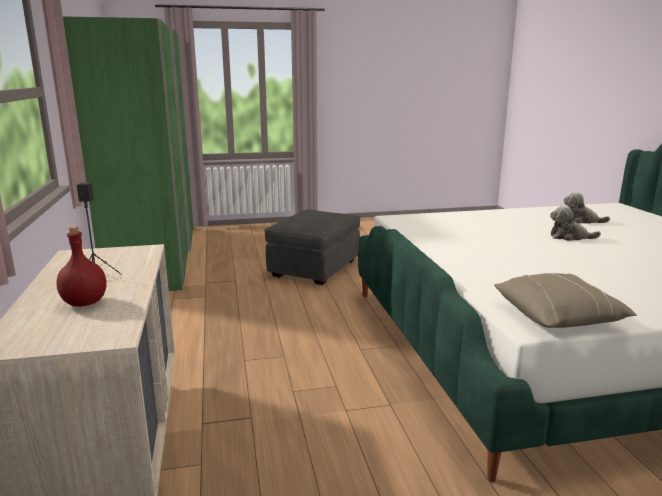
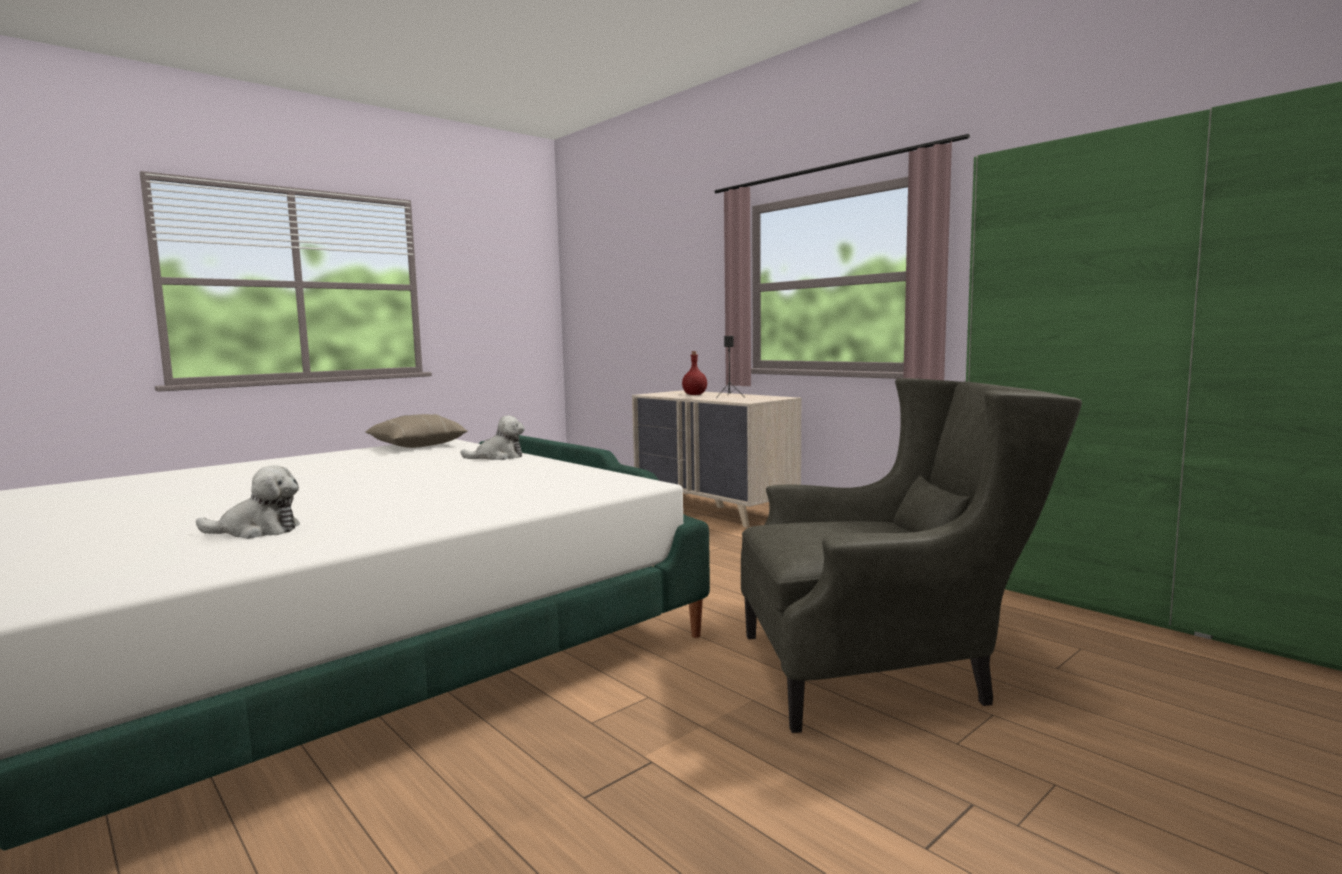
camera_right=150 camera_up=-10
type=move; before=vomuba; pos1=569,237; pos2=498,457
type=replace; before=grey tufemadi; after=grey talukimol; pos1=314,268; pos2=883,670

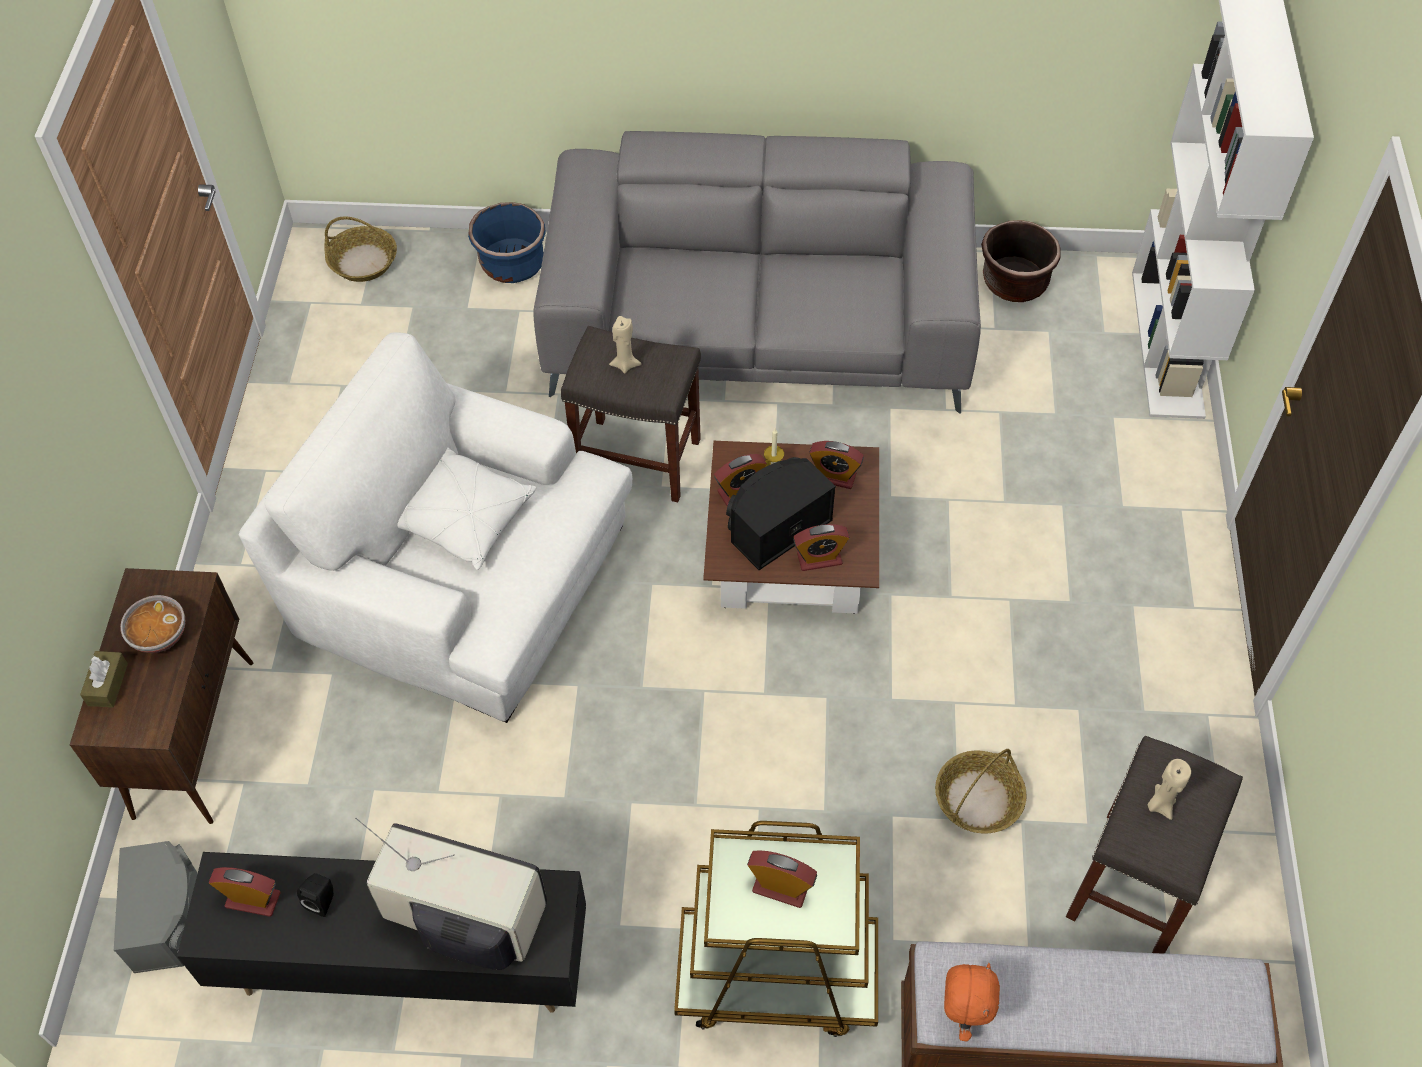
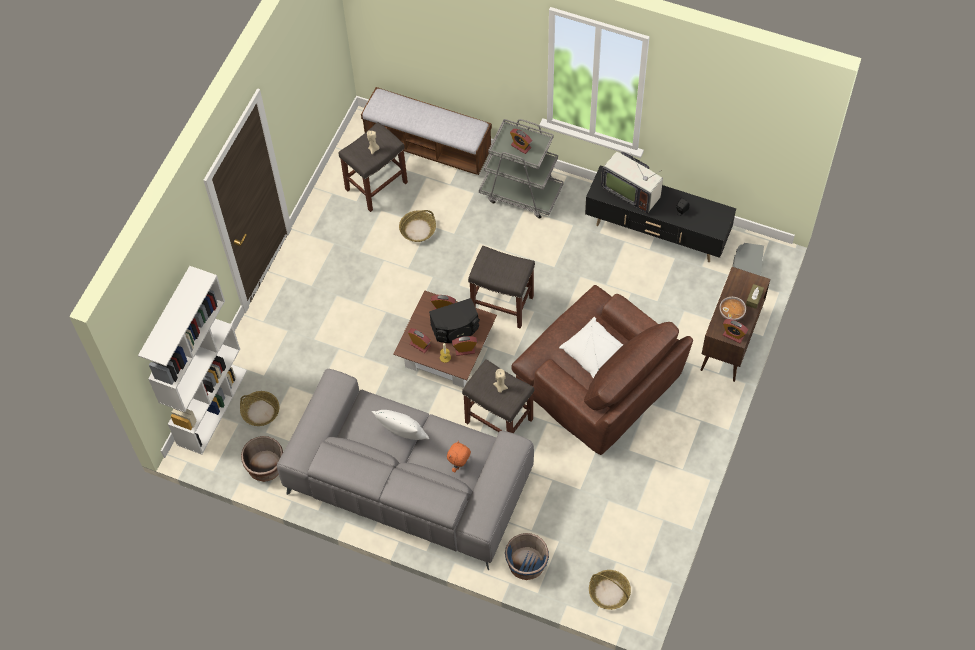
camera_right=-160 camera_up=5
type=recolor; before=white talukimol; after=brown talukimol; pos1=461,579; pos2=599,383
type=recolor; before=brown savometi; after=grey savometi; pos1=775,976; pos2=521,193
type=move; before=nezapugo; pos1=253,900; pos2=733,335
type=move; before=orange vomuba; pos1=962,1015; pos2=459,465
type=insert; after=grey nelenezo; pos2=503,304
type=insert; after=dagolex; pos2=260,412
type=insert; after=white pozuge; pos2=403,434

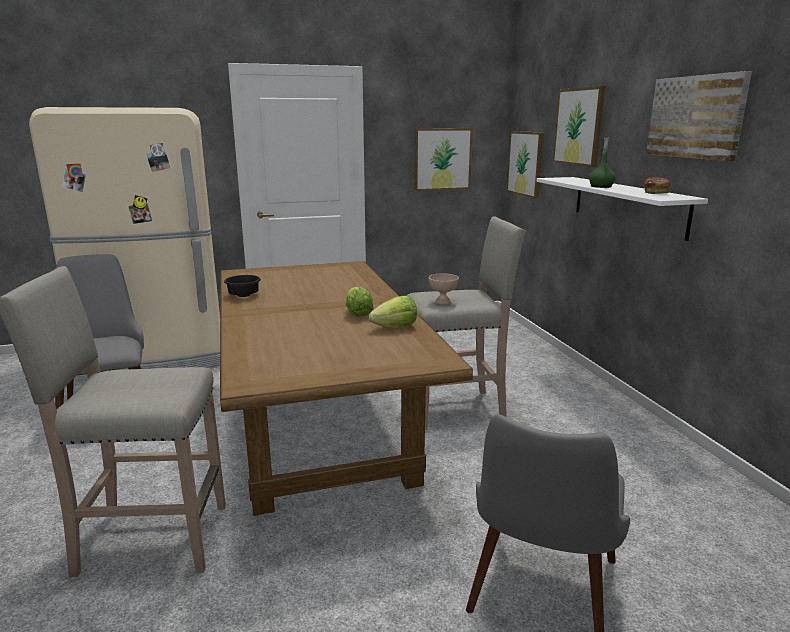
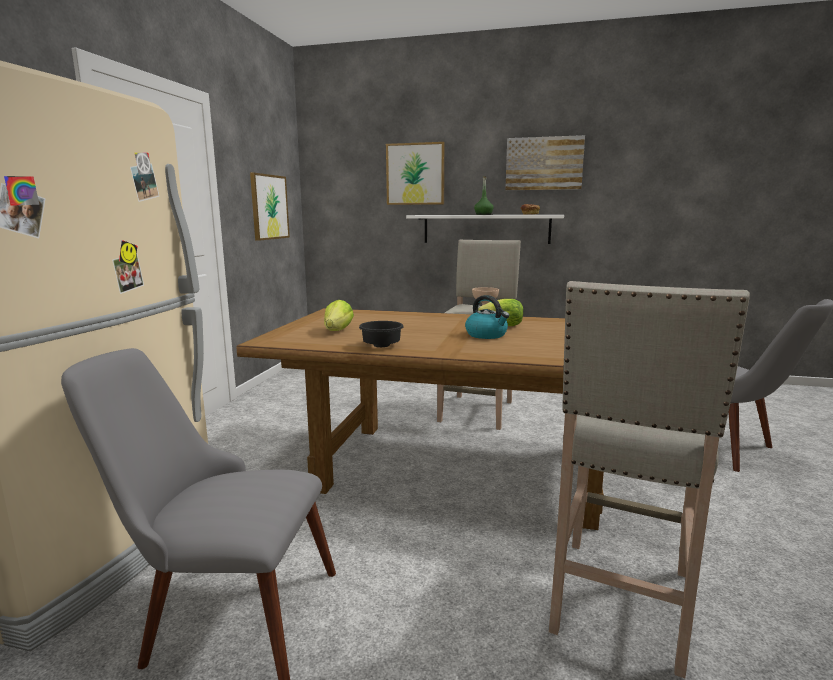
camera_right=-60 camera_up=-5
type=delete; before=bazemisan; pos1=525,163
type=move; before=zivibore; pos1=395,327; pos2=337,331
type=insert; after=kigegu; pos2=487,335

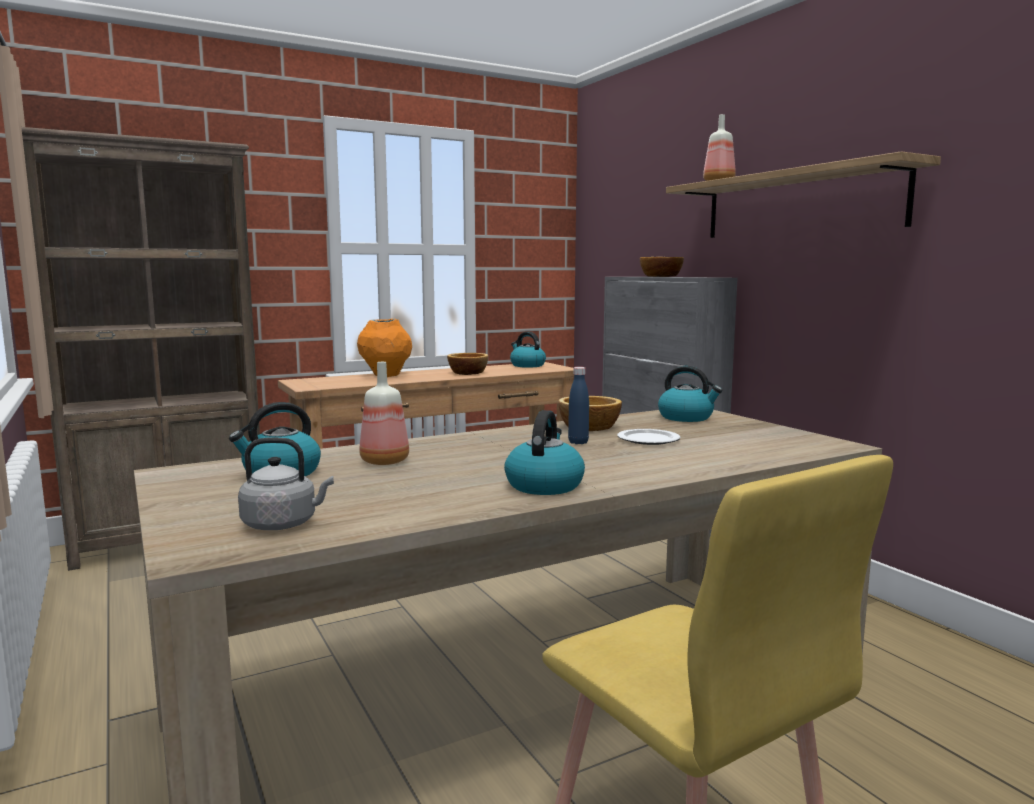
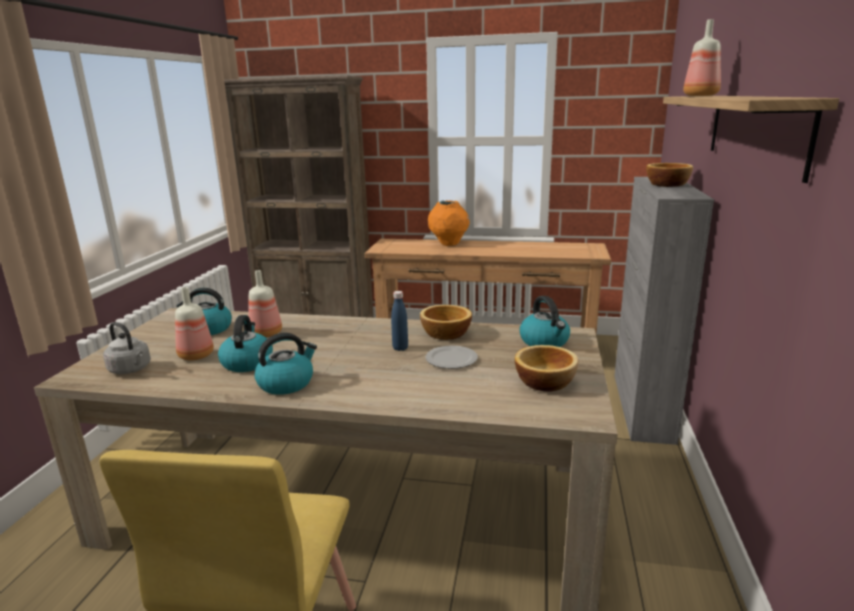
camera_right=40 camera_up=10
type=move; before=kigegu; pos1=527,365; pos2=247,362
type=move; before=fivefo; pos1=467,373; pos2=545,381
type=insert; after=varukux; pos2=195,356

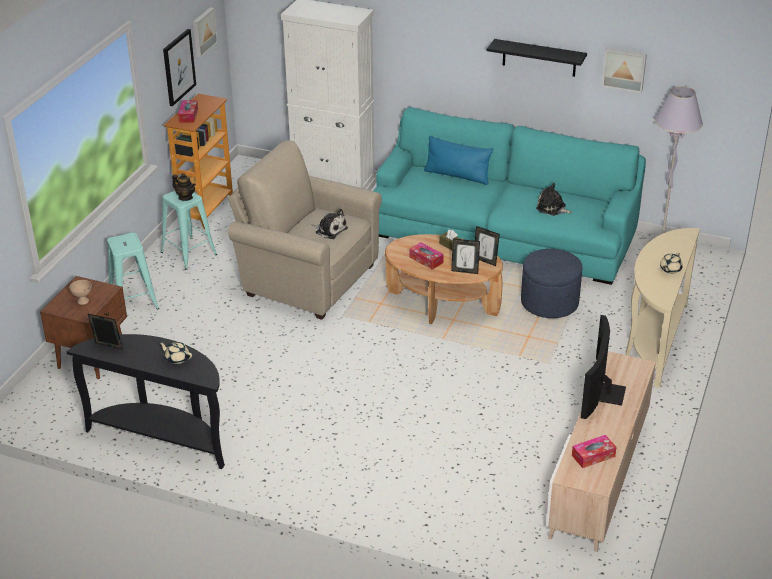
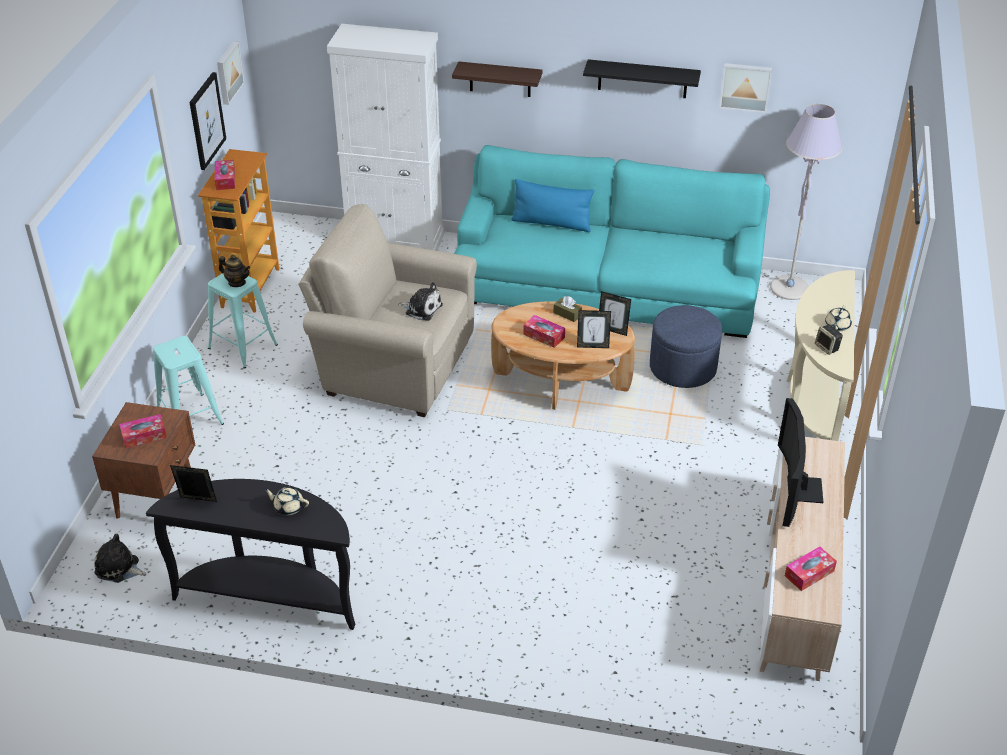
camera_right=-10 camera_up=5
type=move; before=vomuba; pos1=552,208; pos2=119,568
type=replace; before=beige fivefo; after=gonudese; pos1=83,301; pos2=144,436
type=insert; after=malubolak; pos2=500,79
type=insert; after=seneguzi; pos2=827,348

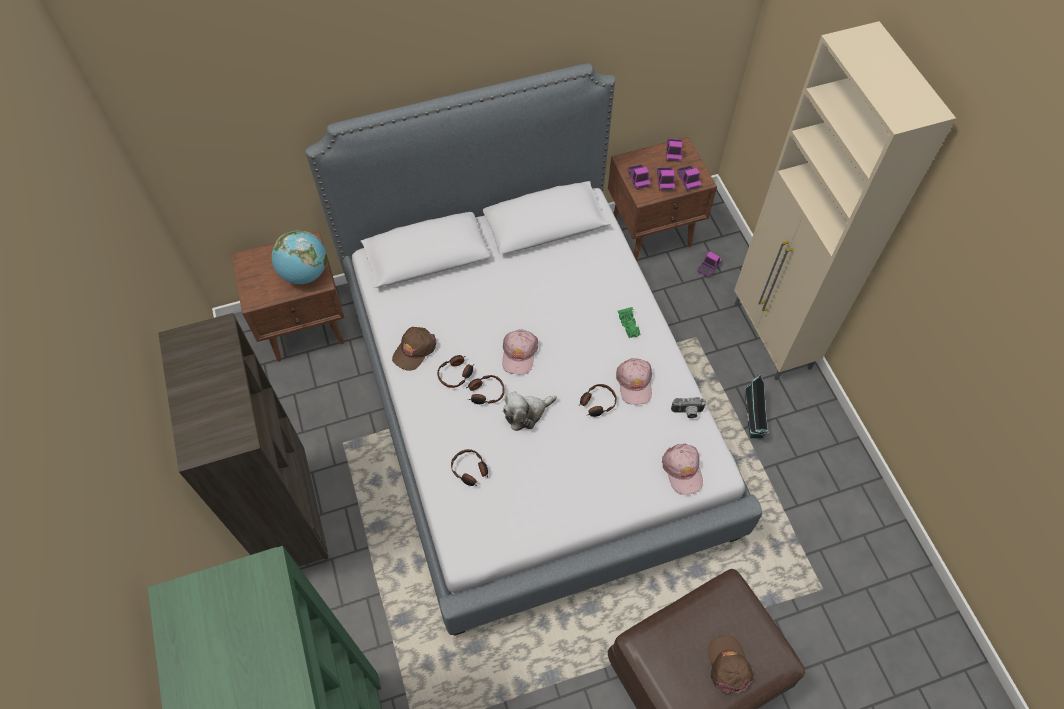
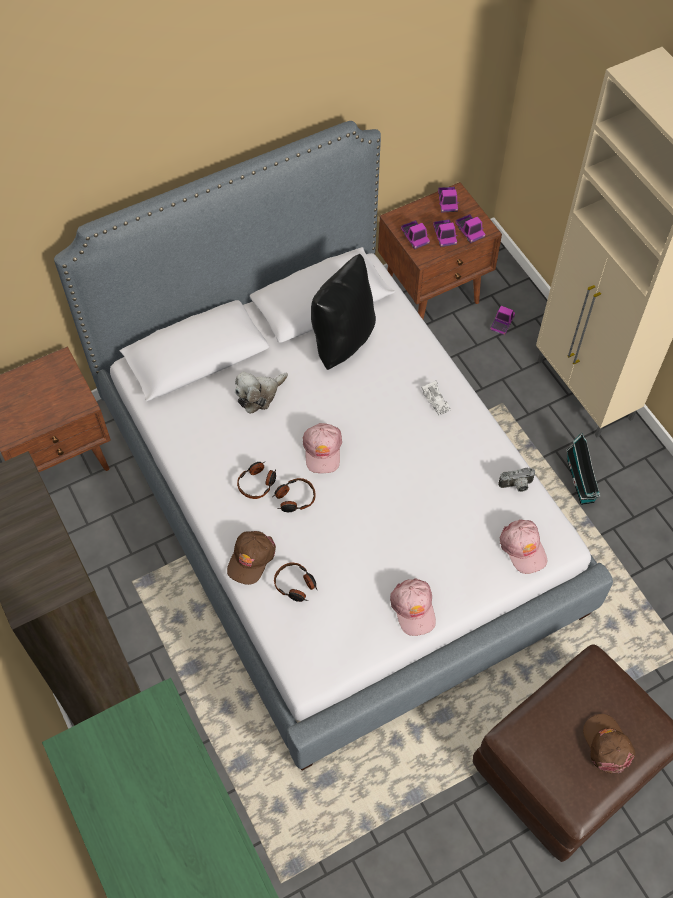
camera_right=-10 camera_up=0
type=delete; before=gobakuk; pos1=305,273
type=recolor; before=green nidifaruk; after=white nidifaruk; pos1=629,325; pos2=436,401
type=move; before=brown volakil; pos1=414,350; pos2=251,559
type=move; before=pink volakil; pos1=634,383; pos2=413,608
type=delete; before=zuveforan; pos1=597,403
type=move; before=vomuba; pos1=526,413; pos2=259,395
type=insert; after=black pozuge; pos2=342,339

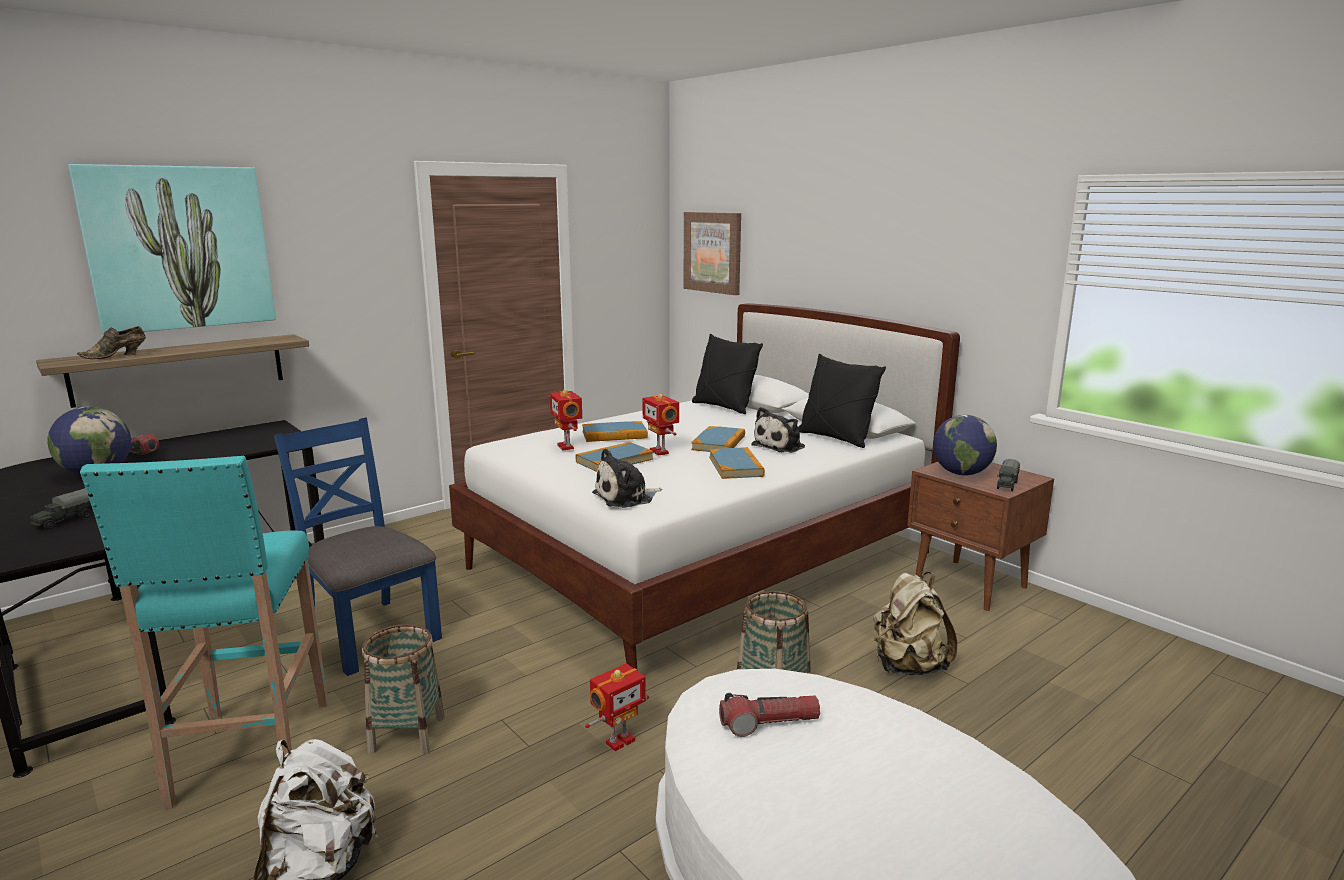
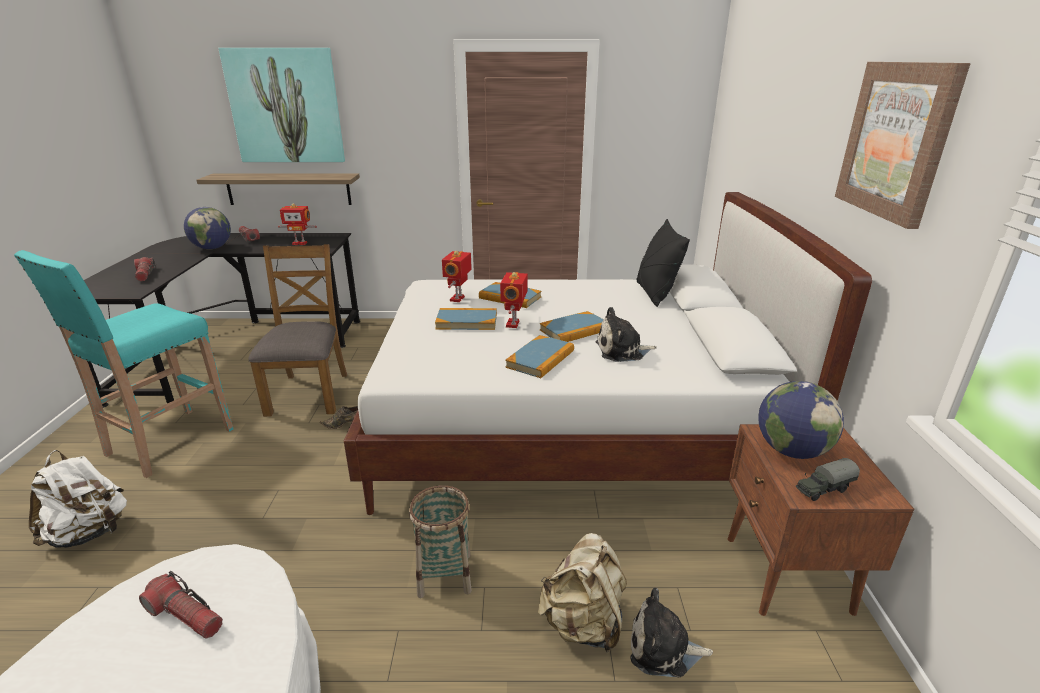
camera_right=40 camera_up=10
type=move; before=bazemisan; pos1=713,252; pos2=896,140
type=move; before=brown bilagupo; pos1=117,356; pos2=345,425
type=delete; before=black pozuge; pos1=835,438
type=recolor; before=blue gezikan; after=brown gezikan; pos1=370,634; pos2=309,393
type=move; before=vomuba; pos1=626,497; pos2=663,648
type=replace; before=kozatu; after=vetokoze; pos1=67,520; pos2=145,275
type=delete; before=dagolex; pos1=407,734
type=move; before=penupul; pos1=619,741; pos2=300,243

